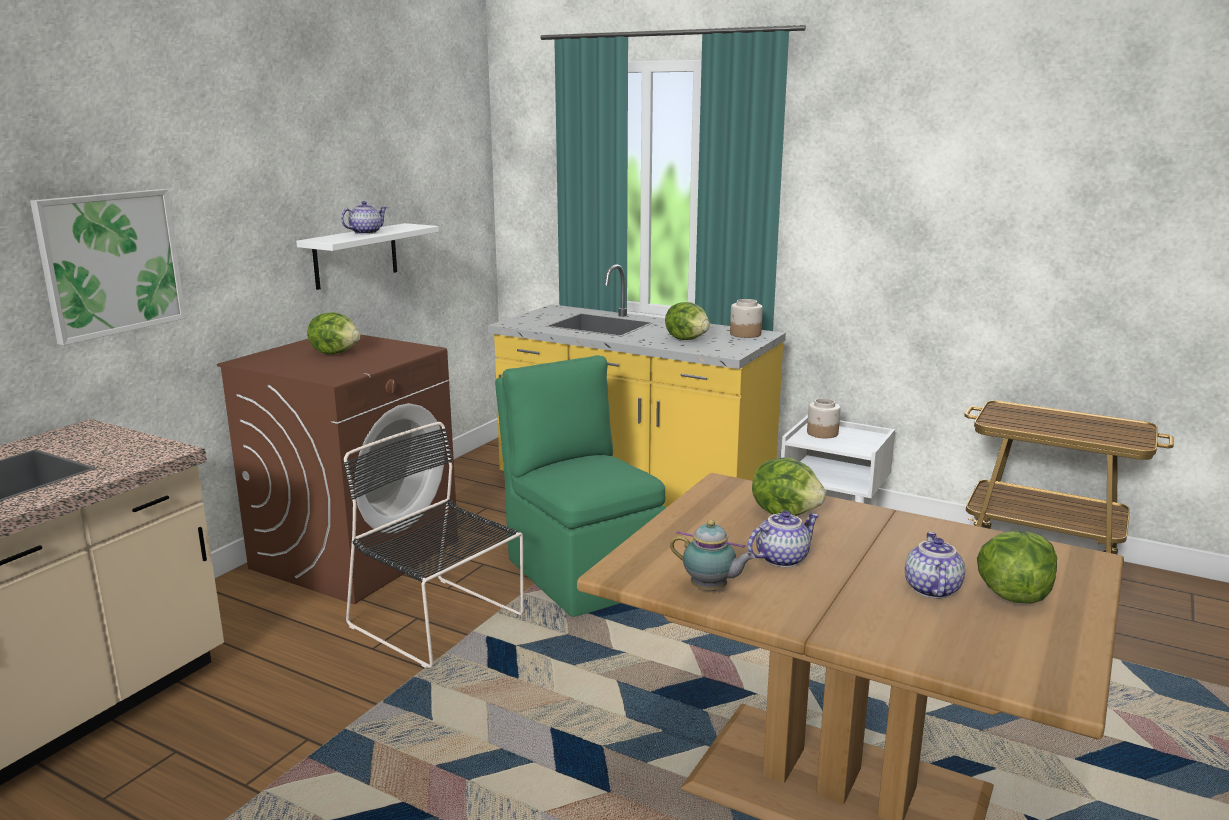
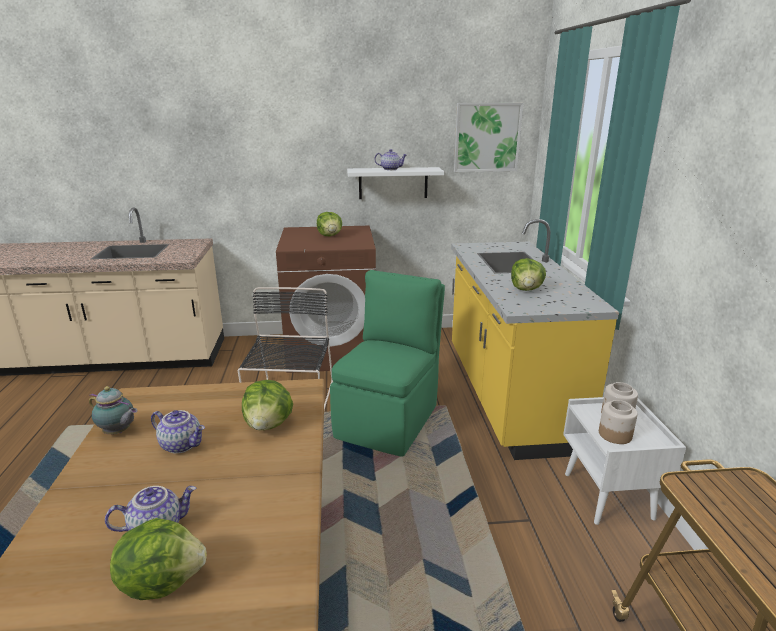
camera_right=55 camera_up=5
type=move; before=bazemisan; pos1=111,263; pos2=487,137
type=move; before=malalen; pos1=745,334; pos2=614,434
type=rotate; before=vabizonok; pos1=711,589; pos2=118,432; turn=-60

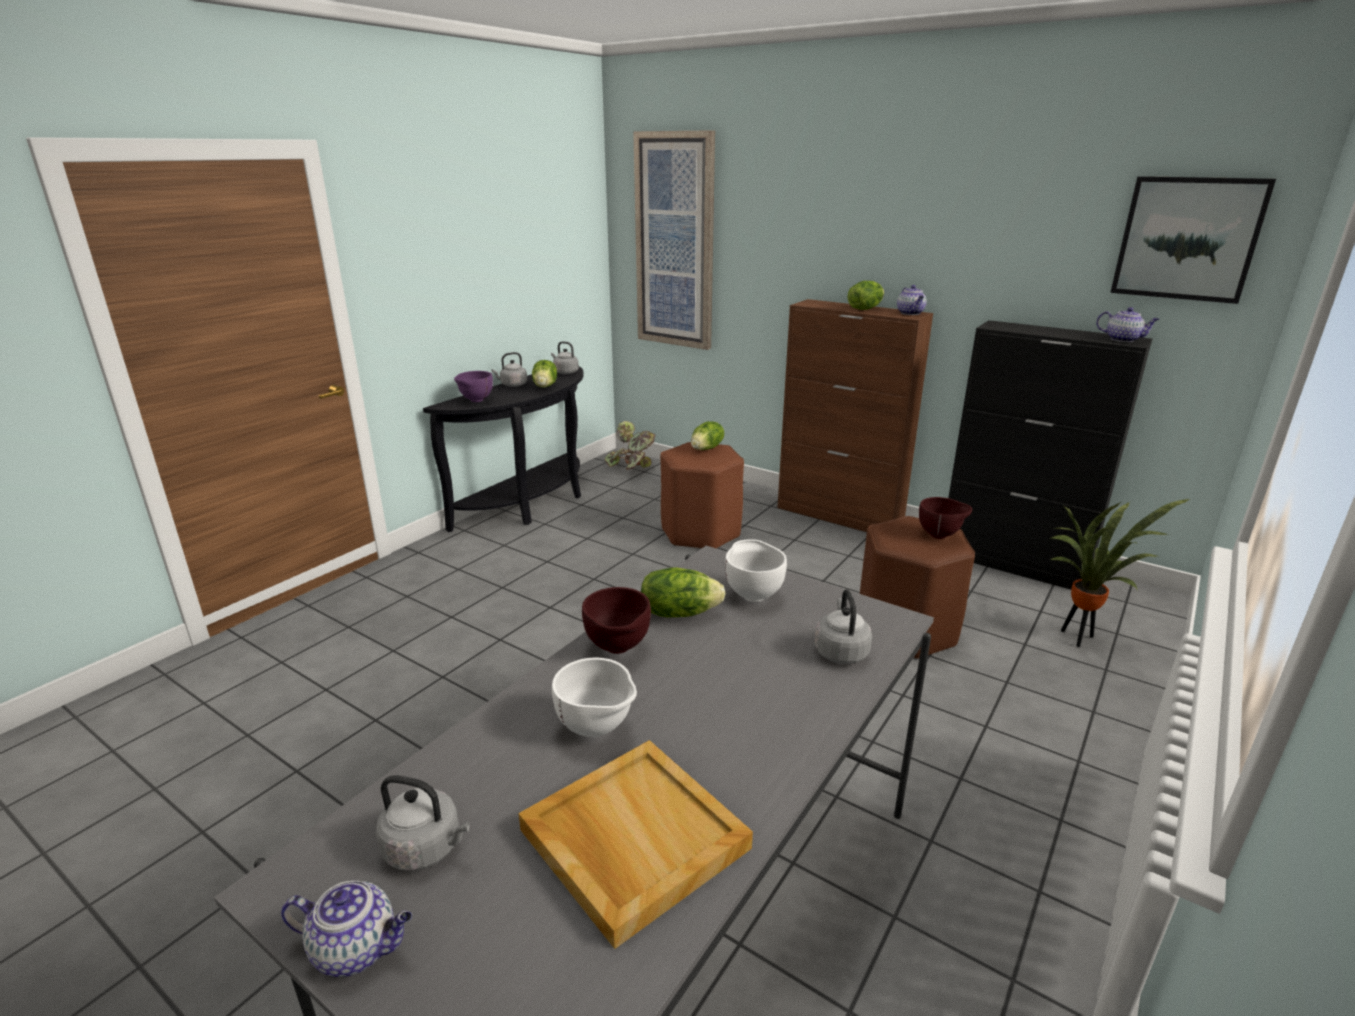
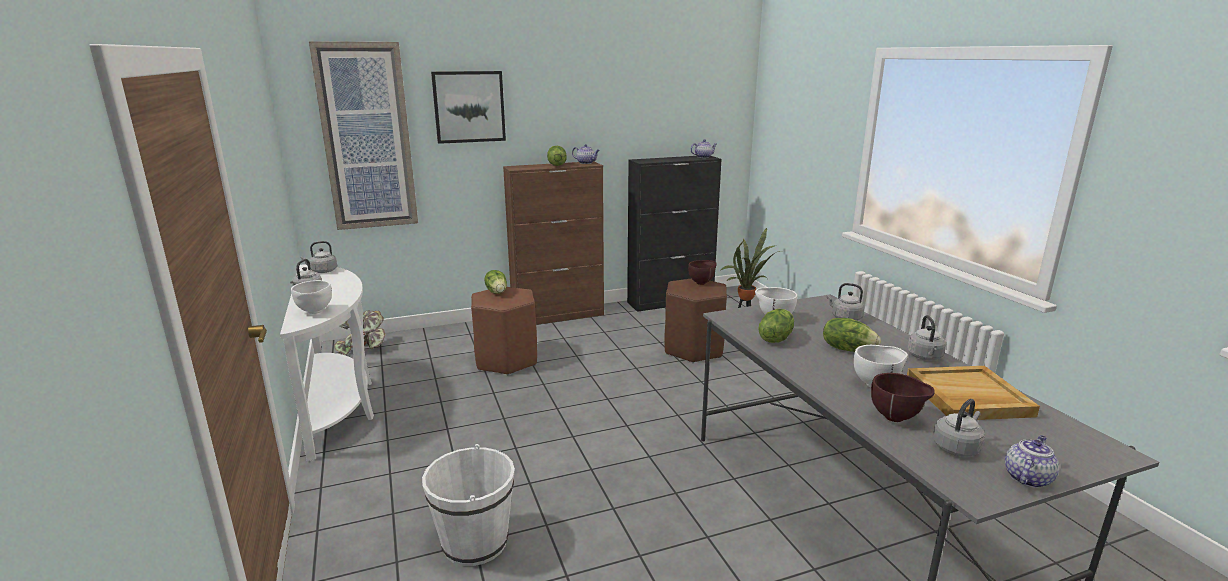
camera_right=-55 camera_up=-5
type=move; before=bazemisan; pos1=1188,239; pos2=469,107
type=move; before=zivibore; pos1=545,386; pos2=847,349
type=recolor; before=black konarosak; after=white konarosak; pos1=532,504; pos2=340,406
type=recolor; before=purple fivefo; after=white fivefo; pos1=475,401; pos2=315,312
type=move; before=brown fivefo; pos1=617,649; pos2=897,418
type=insert; after=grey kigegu; pos2=925,357
type=insert; after=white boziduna; pos2=475,542

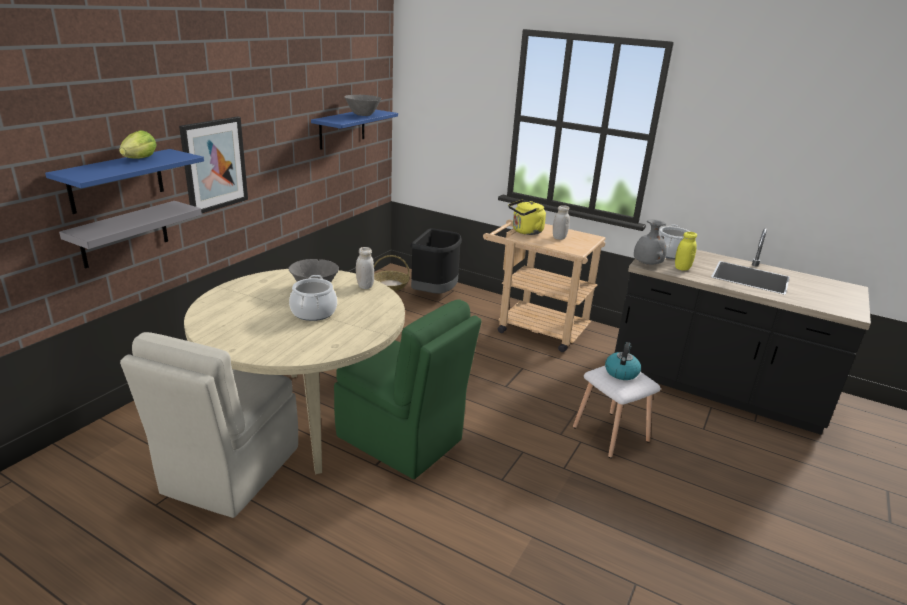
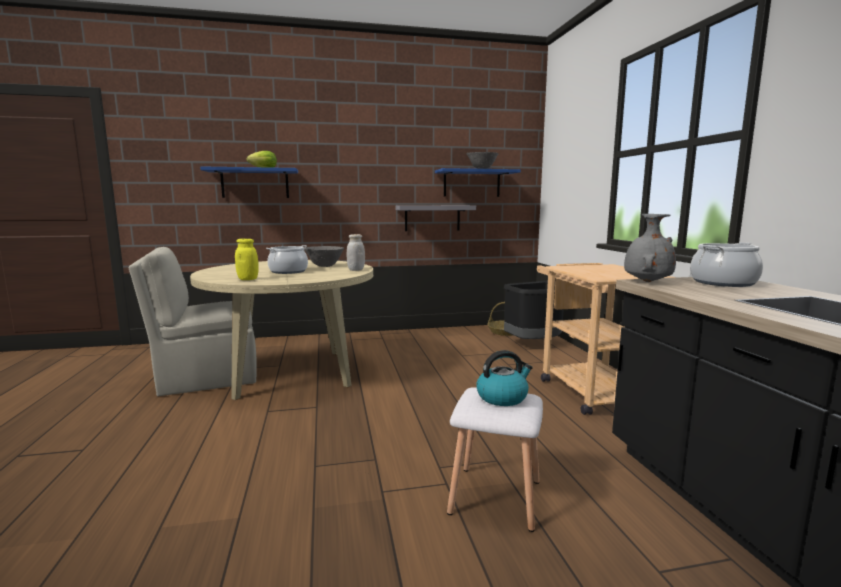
camera_right=50 camera_up=-15
type=delete; before=bazemisan; pos1=214,165
type=delete; before=yellow kigegu; pos1=525,231
type=move; before=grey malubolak; pos1=124,234; pos2=432,218
type=delete; before=white malalen; pos1=559,238
type=move; before=yellow malalen; pos1=682,268; pos2=248,279
type=delete; before=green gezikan; pos1=401,440

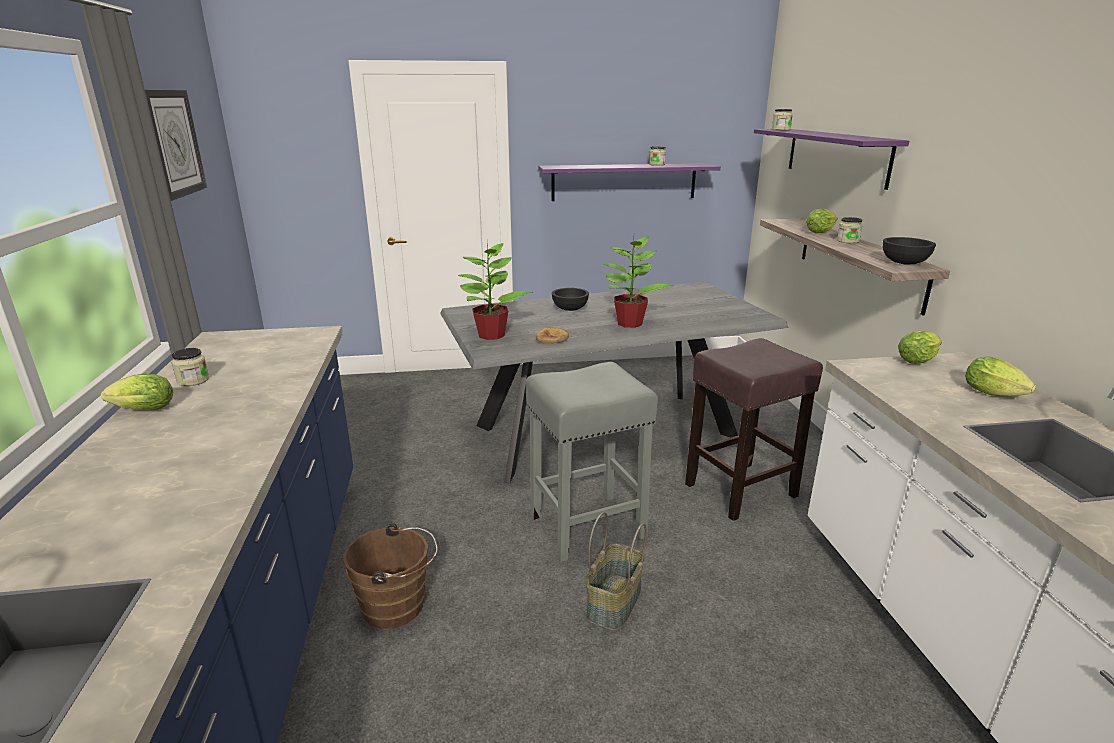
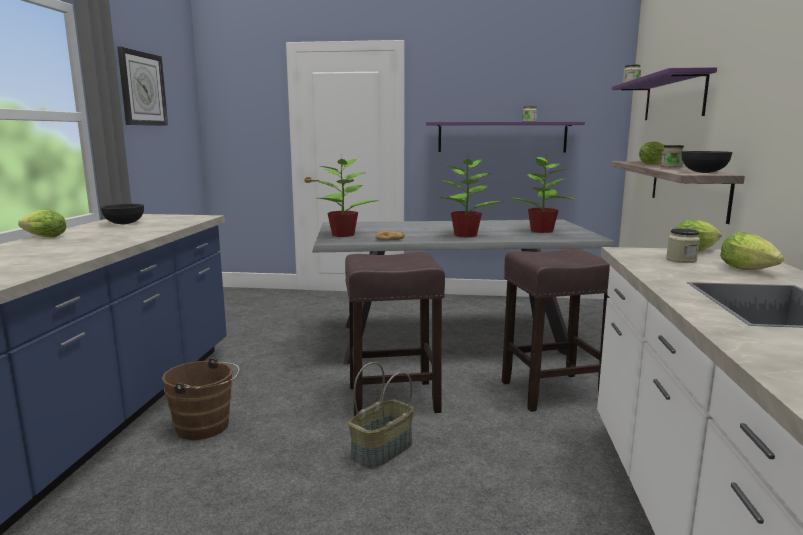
camera_right=15 camera_up=-10
type=move; before=black fivefo; pos1=570,309; pos2=124,223
type=move; before=malalen; pos1=193,380; pos2=681,260
type=recolor; before=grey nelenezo; after=brown nelenezo; pos1=585,527; pos2=391,399
type=insert; after=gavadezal; pos2=541,231

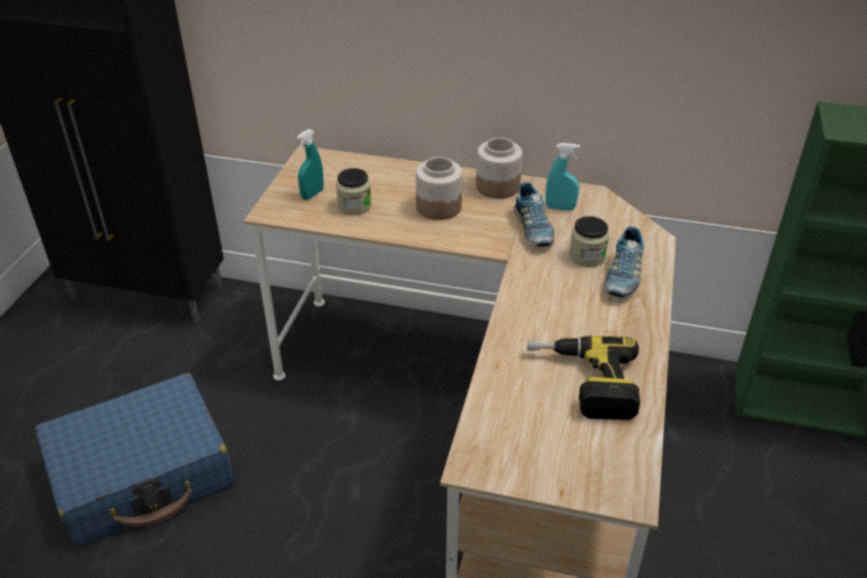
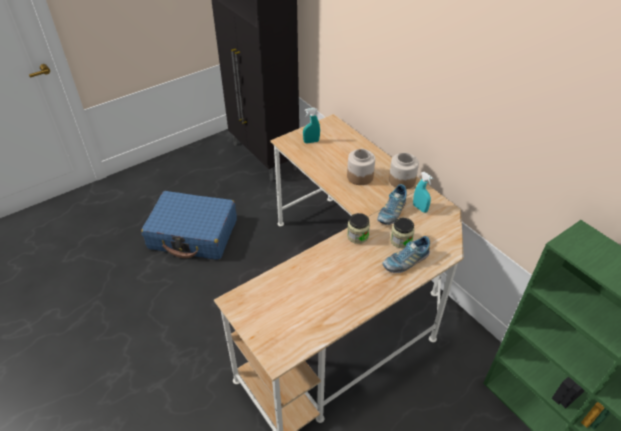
camera_right=40 camera_up=5
type=move; before=malalen; pos1=354,206; pos2=357,236
type=delete; before=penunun; pos1=582,383

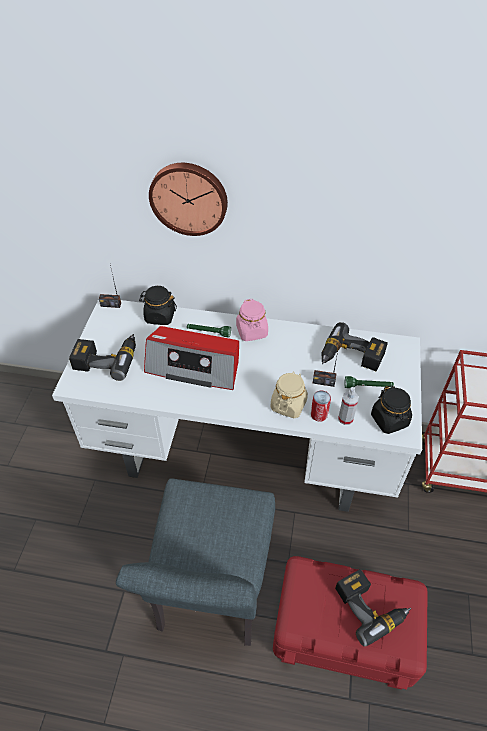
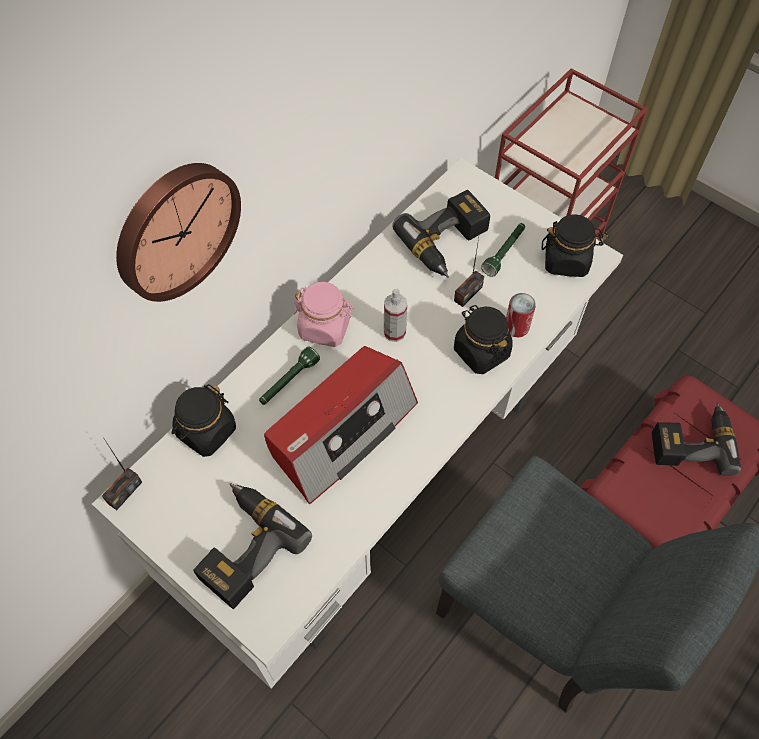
camera_right=-60 camera_up=10
type=recolor; before=beige malalen; after=black malalen; pos1=288,404; pos2=481,352
type=move; before=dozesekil; pos1=345,418; pos2=394,332

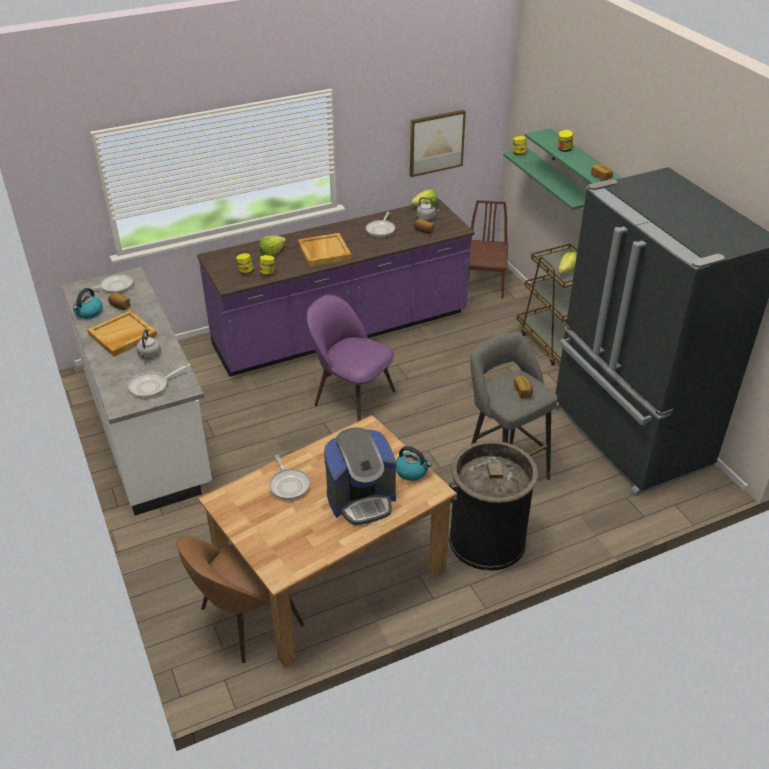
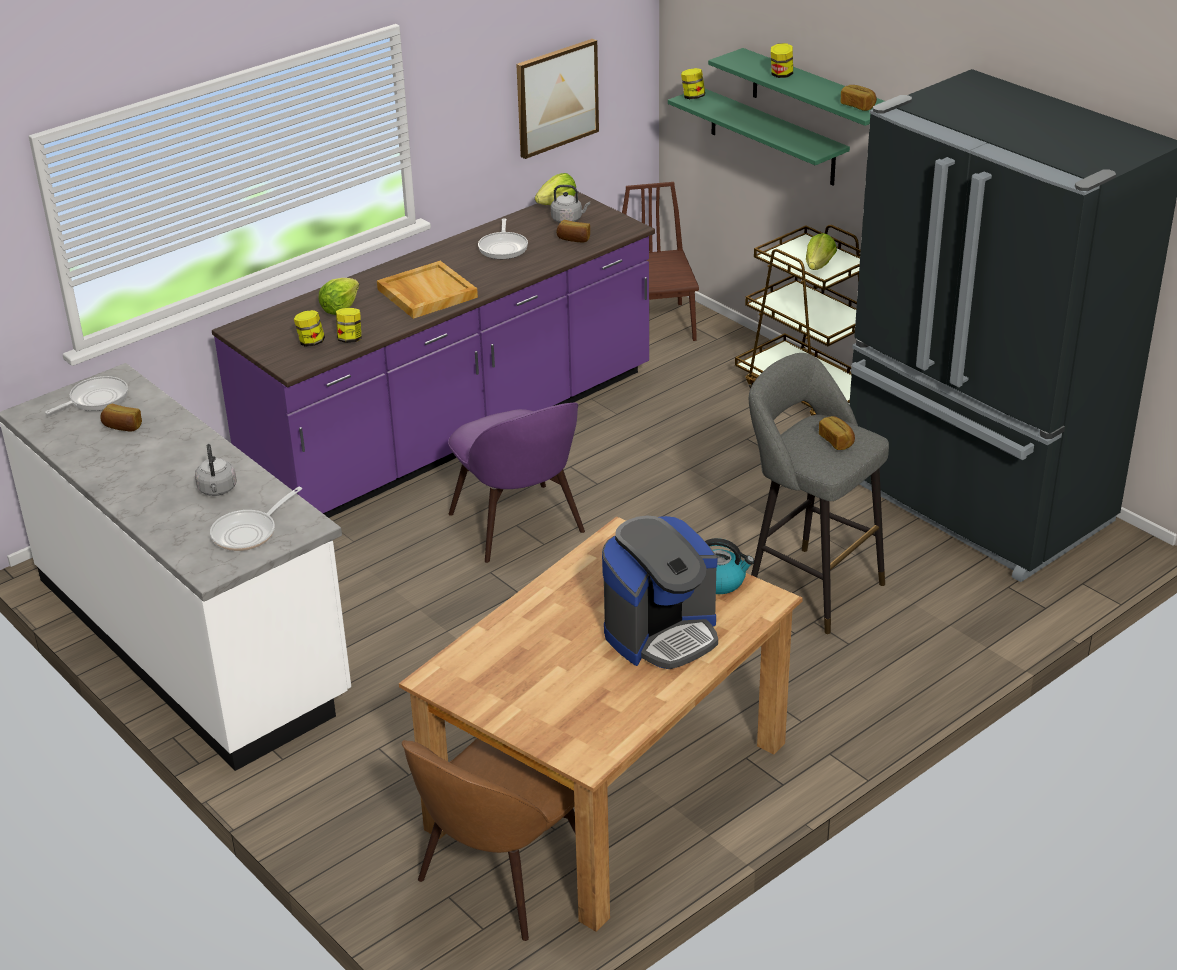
camera_right=-15 camera_up=-5
type=delete; before=kigegu; pos1=88,313
type=rotate; before=purple gezikan; pos1=352,396; pos2=518,526; turn=-135
type=delete; before=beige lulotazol; pos1=122,336
type=delete; before=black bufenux; pos1=487,540
type=delete; before=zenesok; pos1=289,485

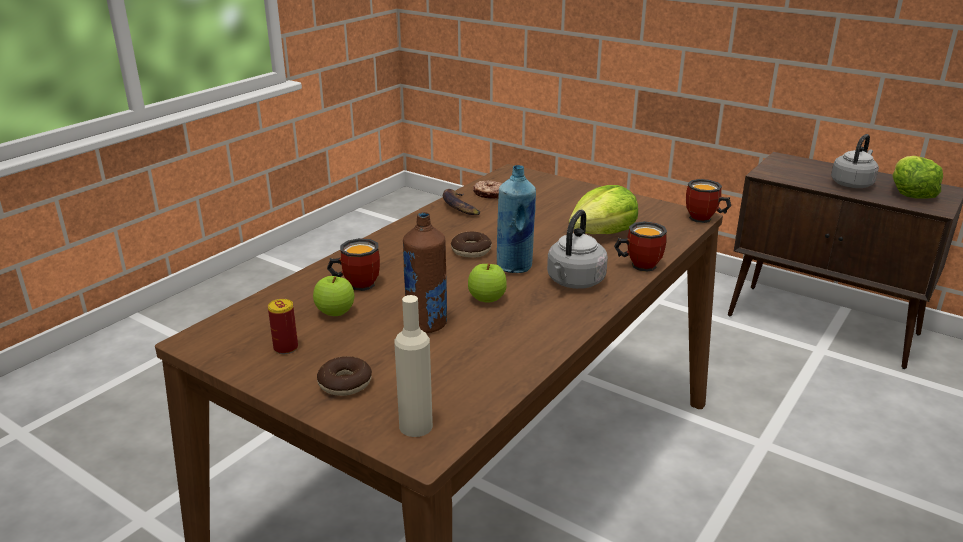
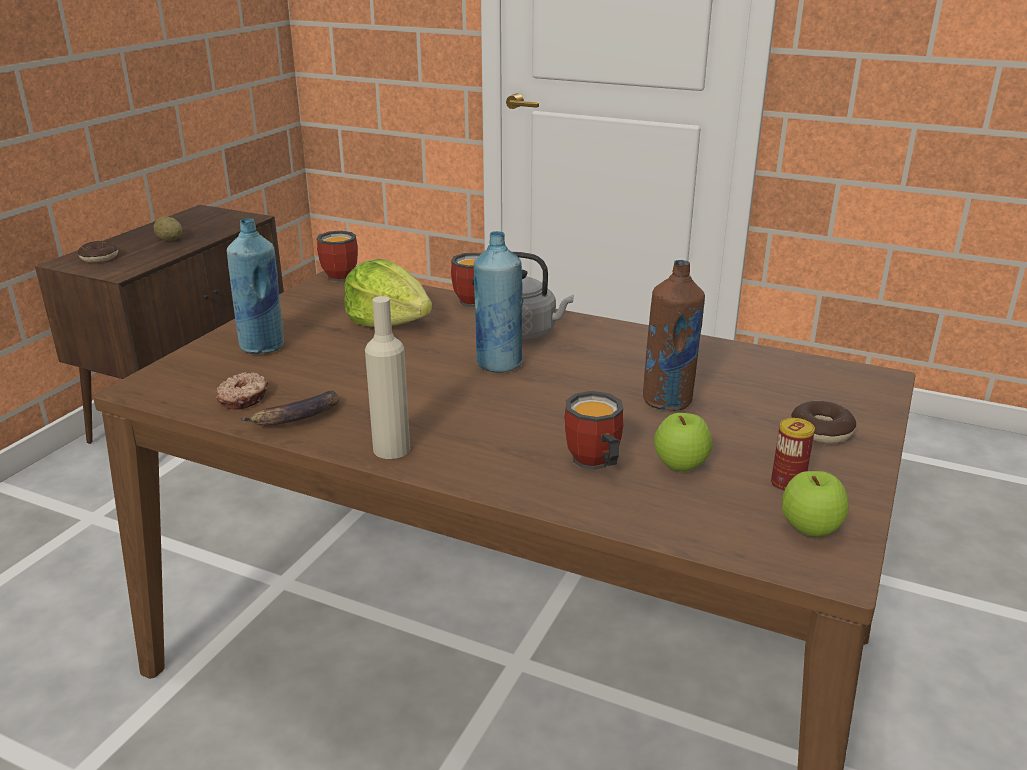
camera_right=-100 camera_up=0
type=replace; before=grey kigegu; after=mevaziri; pos1=852,183; pos2=169,239
type=delete; before=zivibore; pos1=910,193
type=move; before=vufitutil; pos1=471,251; pos2=99,258
type=move; before=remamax; pos1=487,299; pos2=810,529
type=move; before=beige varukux; pos1=416,426; pos2=391,449
type=insert; after=blue varukux; pos2=263,347

